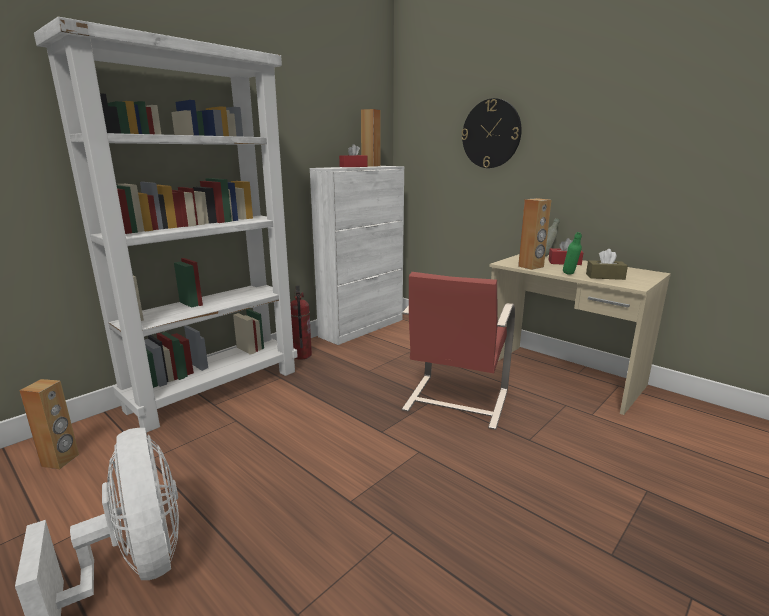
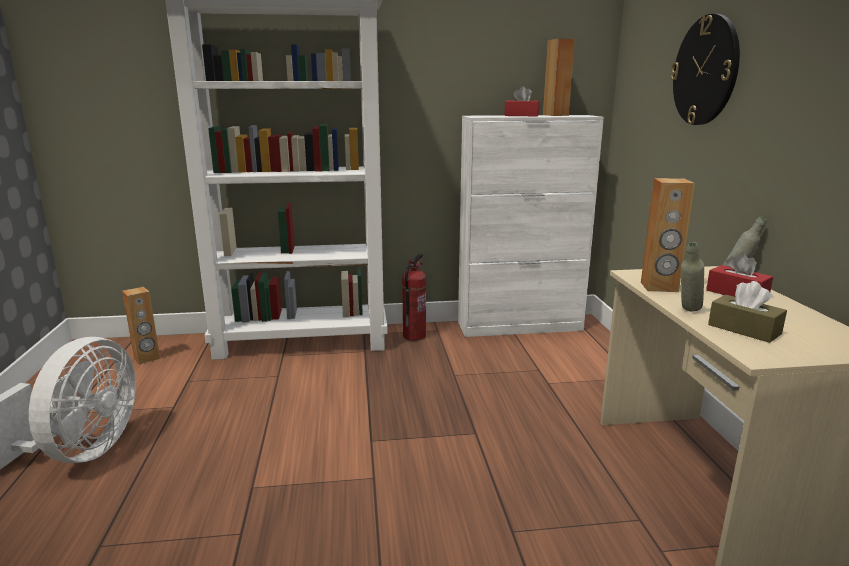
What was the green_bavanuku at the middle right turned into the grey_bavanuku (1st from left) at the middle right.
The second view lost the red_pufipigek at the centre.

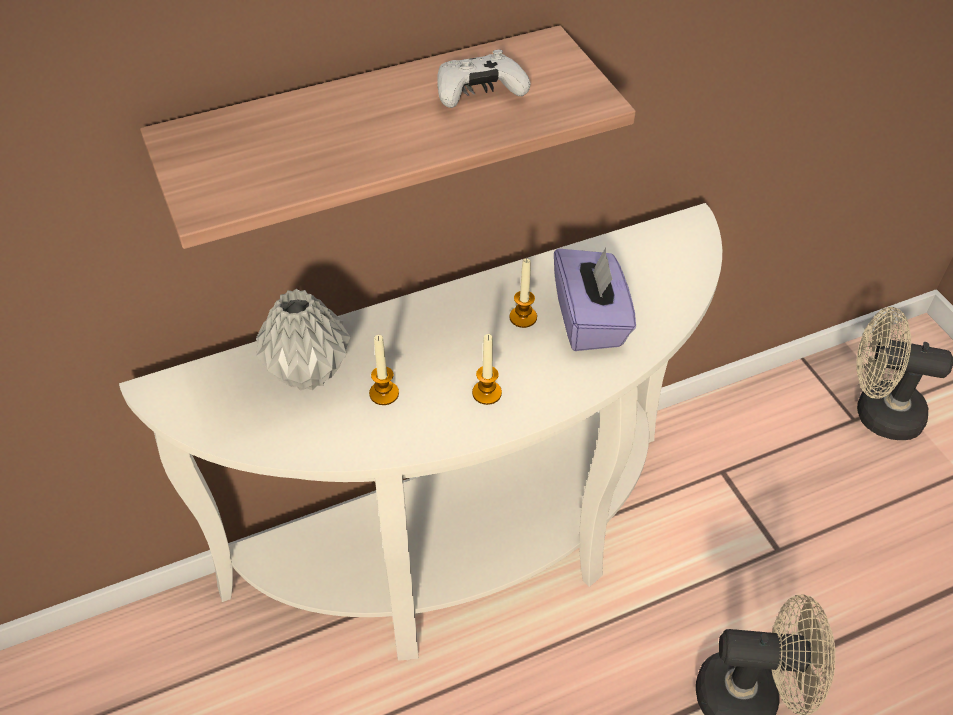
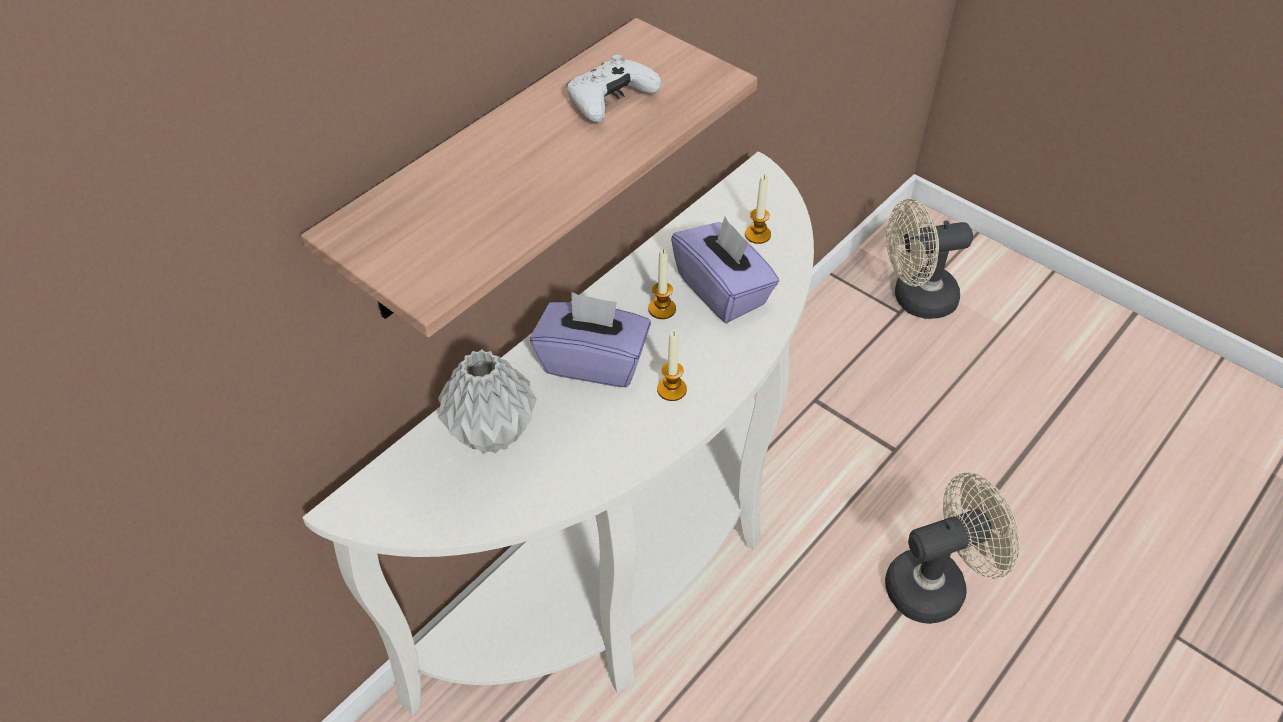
The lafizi (1st from left in the first image) ended up elsewhere, having gone from the centre to the top centre.
The second view gained the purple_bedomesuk (1st from left) at the centre.

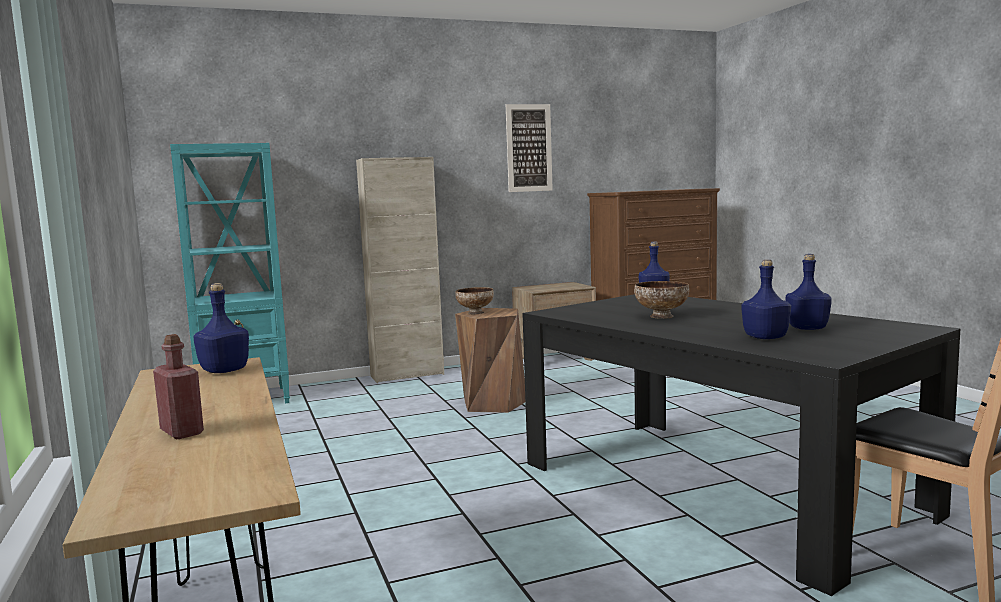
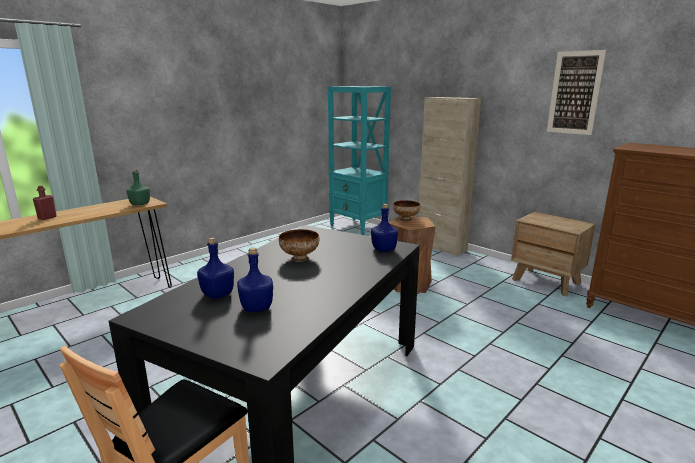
What was the blue_bavanuku (1st from left) at the middle left turned into the green_bavanuku at the middle left.

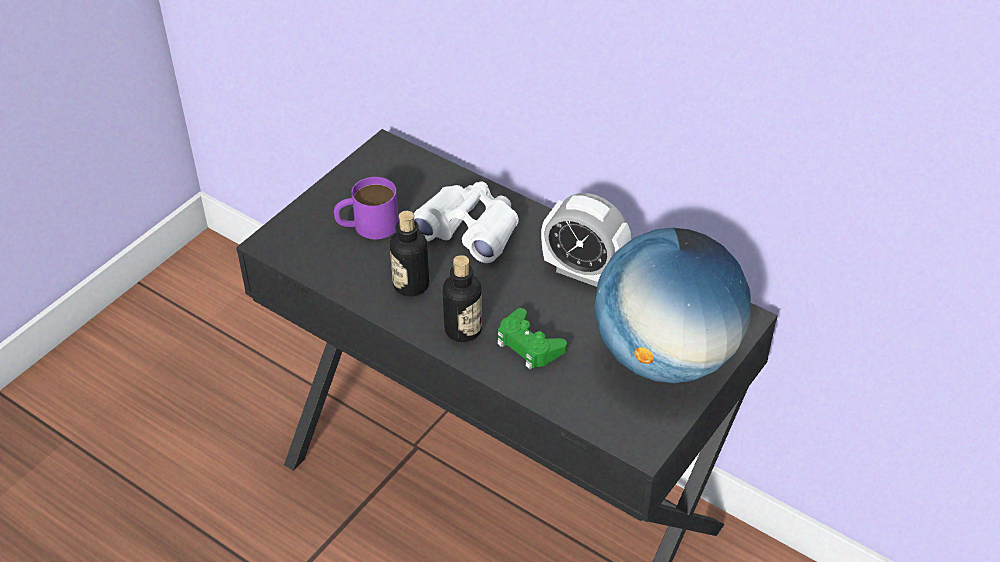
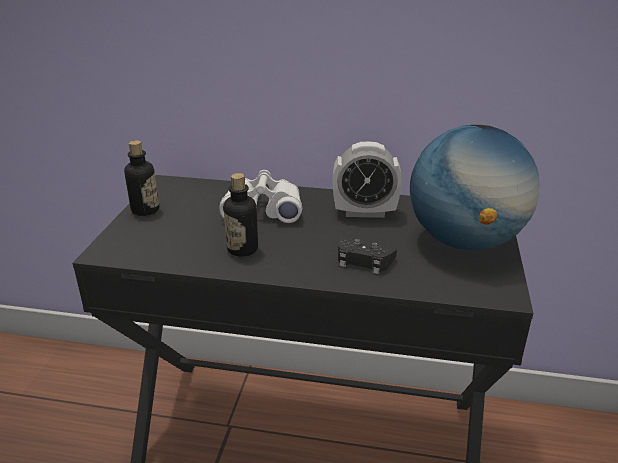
The second view lost the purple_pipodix at the centre.
The bavanuku (2nd from left in the first image) ended up elsewhere, having gone from the centre to the middle left.
What was the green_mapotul at the centre turned into the black_mapotul at the centre.

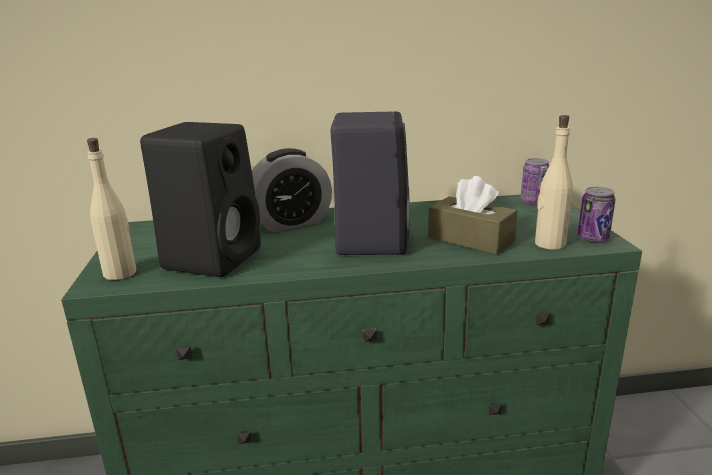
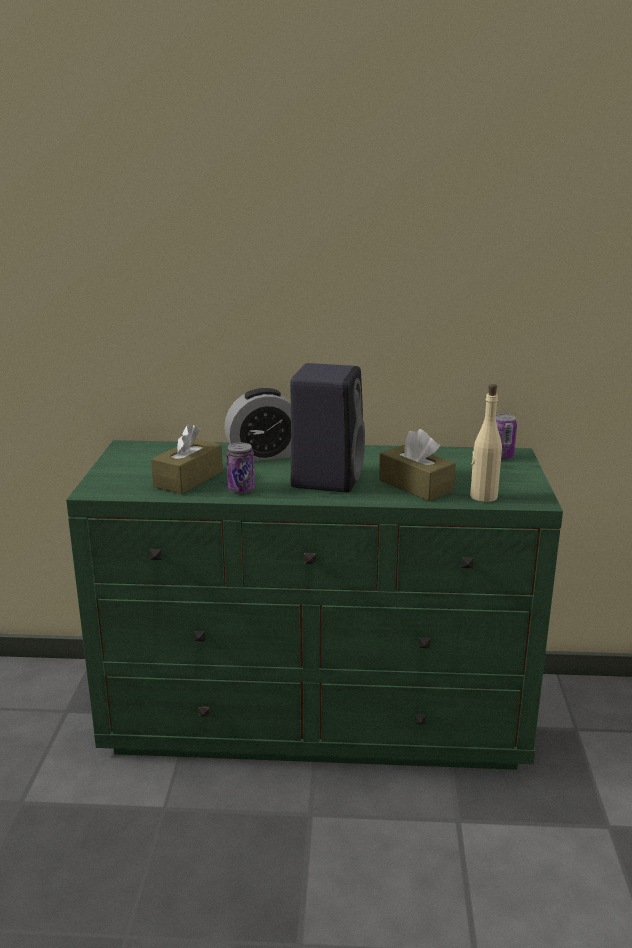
Where the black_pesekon (1st from left) stood at the middle left, the brown_bedomesuk (1st from left) came to stand at the middle left.
The second view lost the beige_bavanuku (1st from left) at the middle left.
The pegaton (2nd from left in the first image) ended up elsewhere, having gone from the middle right to the centre.

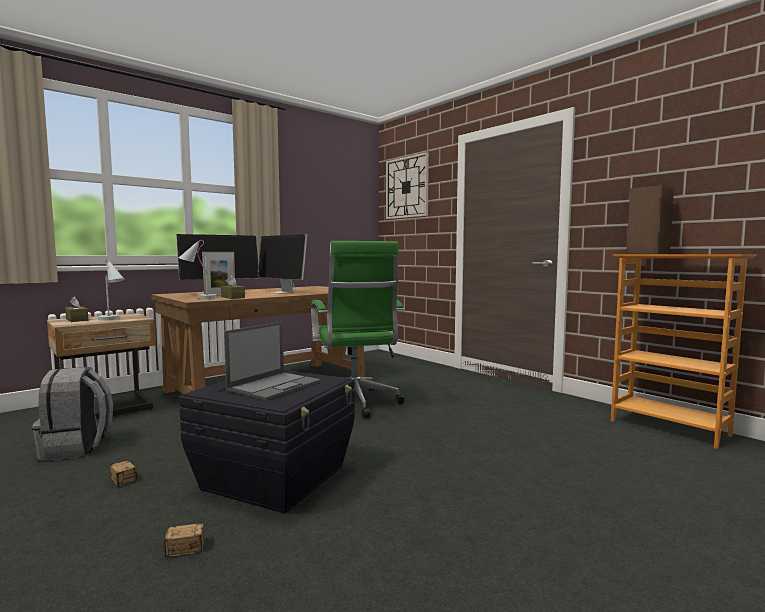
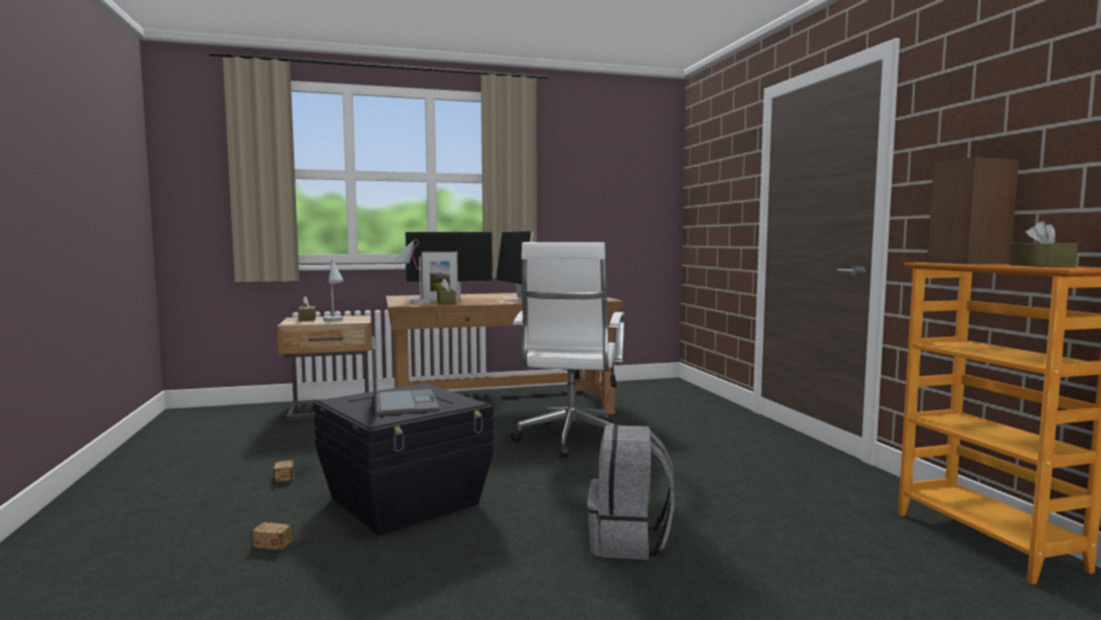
The second view lost the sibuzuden at the top centre.
What was the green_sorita at the centre turned into the white_sorita at the centre.
The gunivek at the centre ended up facing another way, 75 degrees counterclockwise from before.
The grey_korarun ended up elsewhere, having gone from the bottom left to the bottom centre.
The second view gained the brown_bedomesuk (3rd from left) at the middle right.

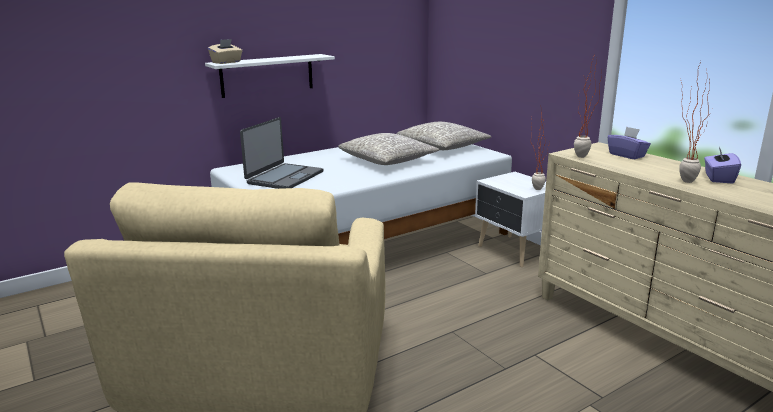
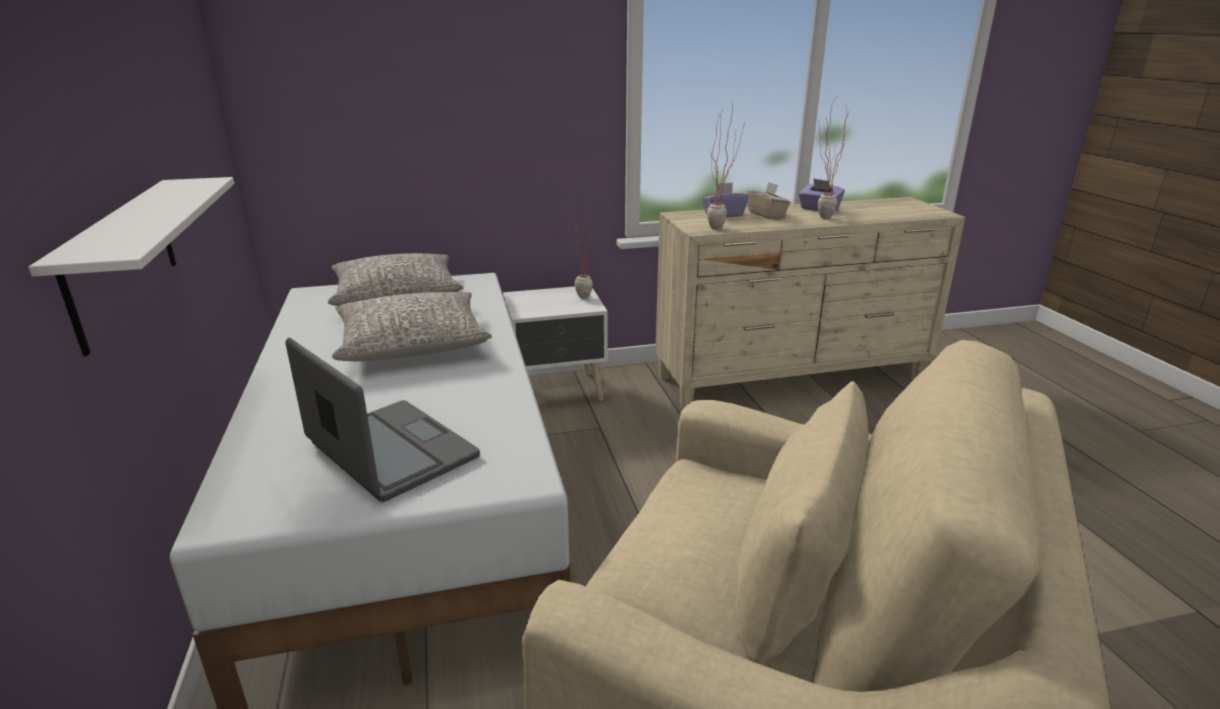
The beige_bedomesuk ended up elsewhere, having gone from the top left to the top centre.

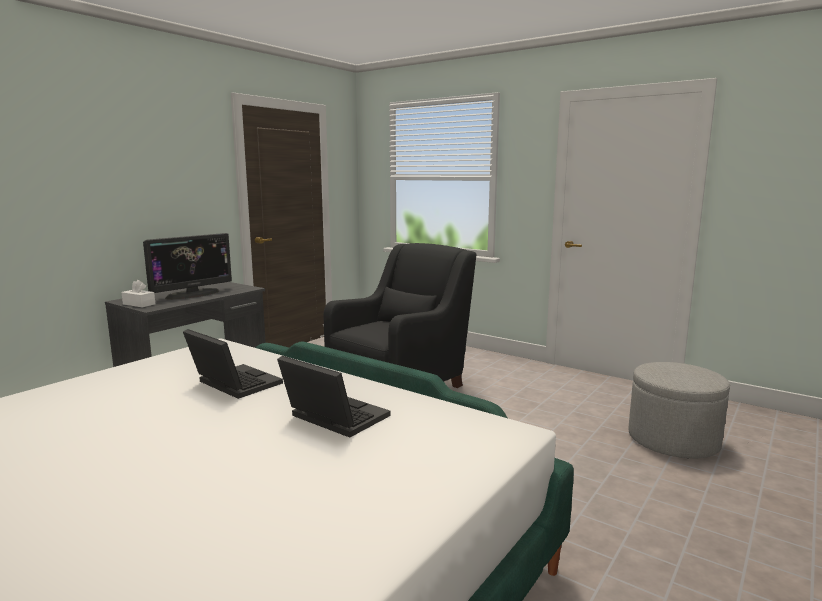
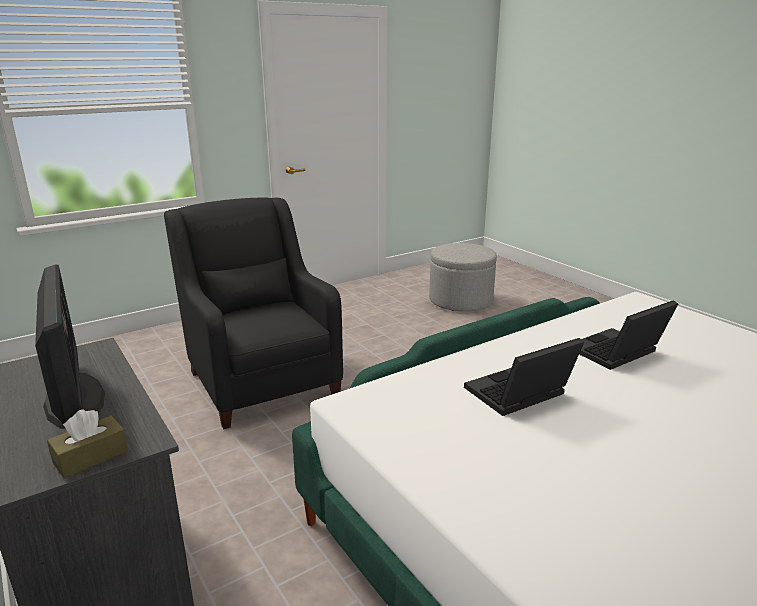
What was the white_bedomesuk at the middle left turned into the brown_bedomesuk at the bottom left.

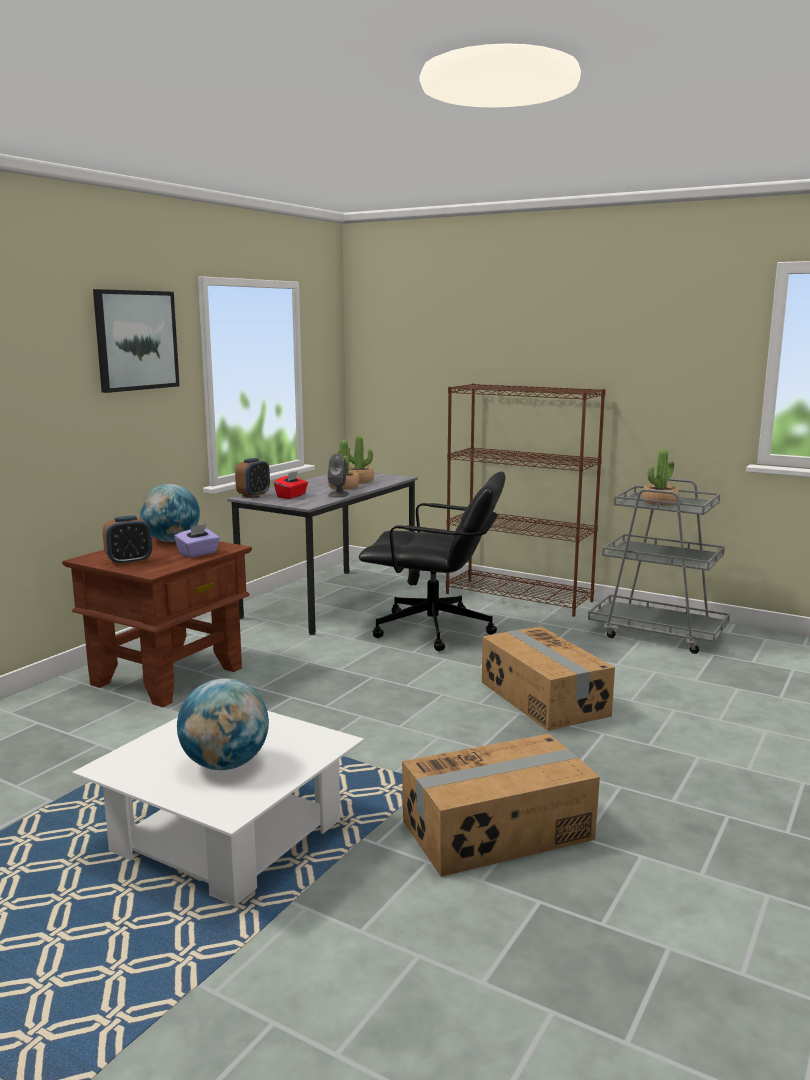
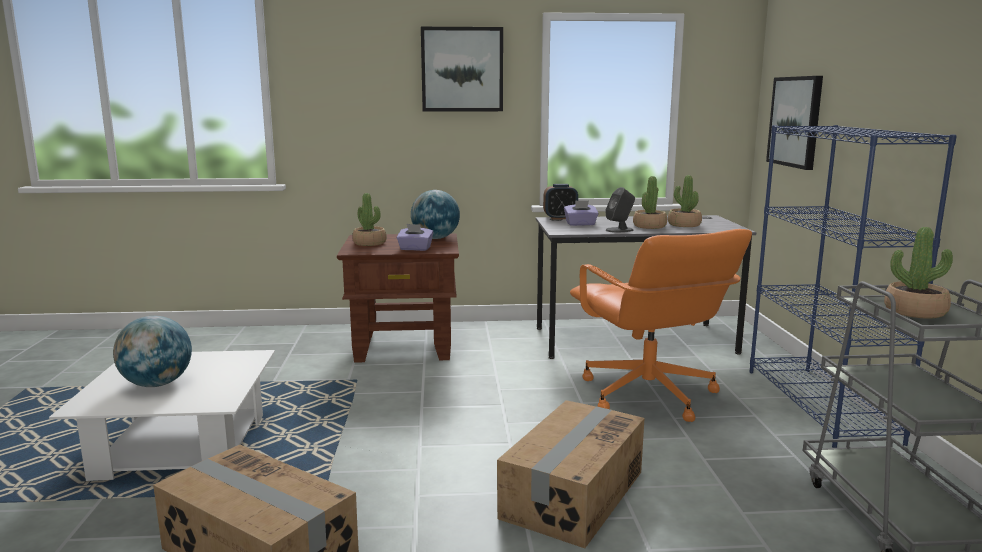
What was the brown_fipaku at the centre turned into the blue_fipaku at the middle right.
What was the red_bedomesuk at the centre turned into the purple_bedomesuk (2nd from left) at the centre.
What was the black_sorita at the centre turned into the orange_sorita at the middle right.
Where the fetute (1st from left) stood at the middle left, the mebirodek (1st from left) came to stand at the centre.
The second view gained the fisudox (2nd from left) at the top right.

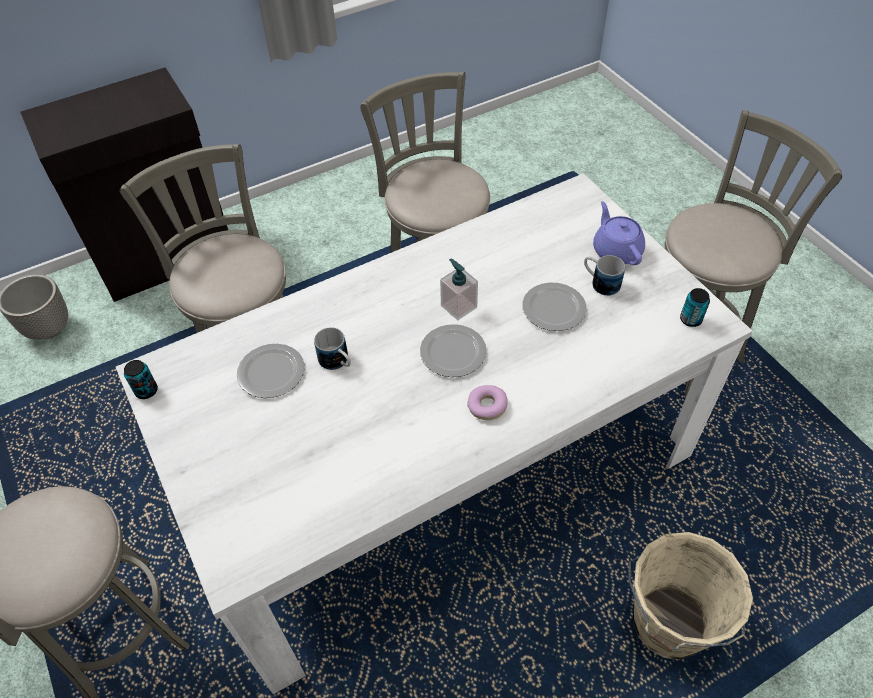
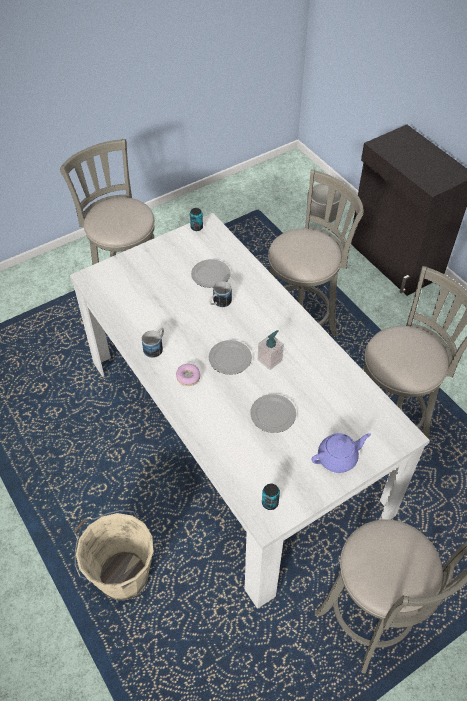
The pipodix (2nd from left in the first image) ended up elsewhere, having gone from the middle right to the middle left.

